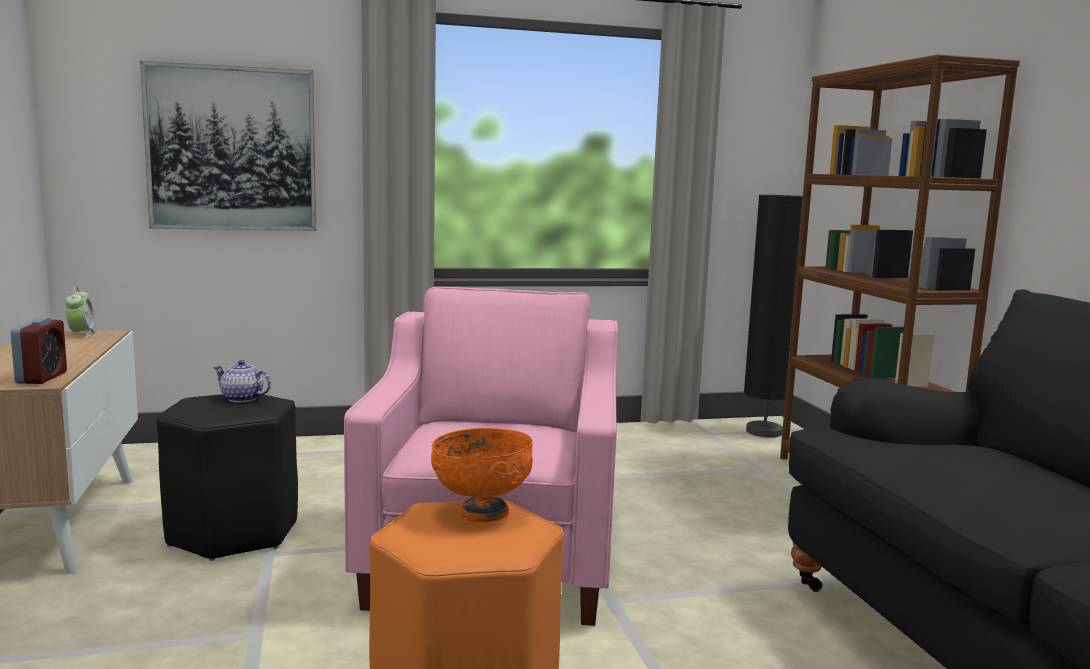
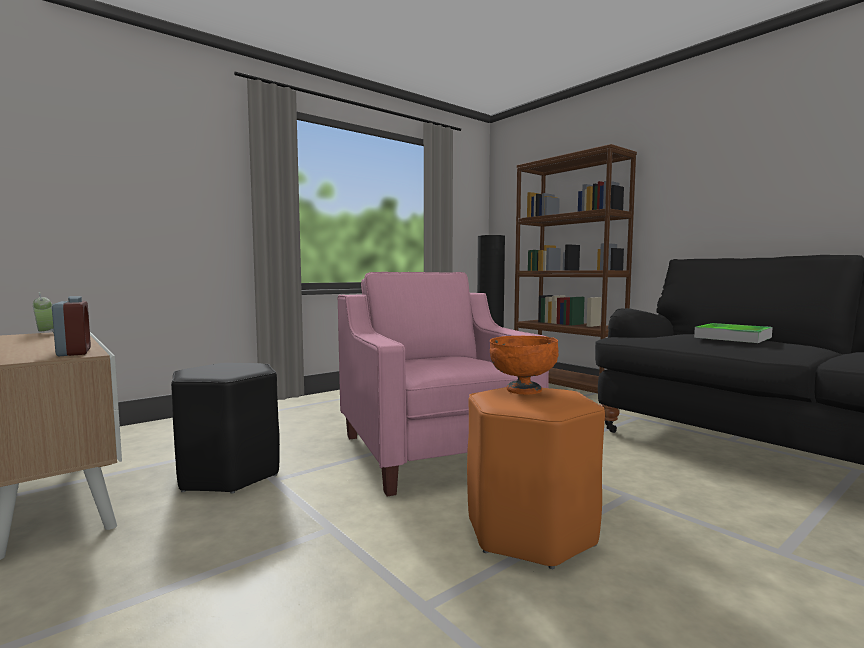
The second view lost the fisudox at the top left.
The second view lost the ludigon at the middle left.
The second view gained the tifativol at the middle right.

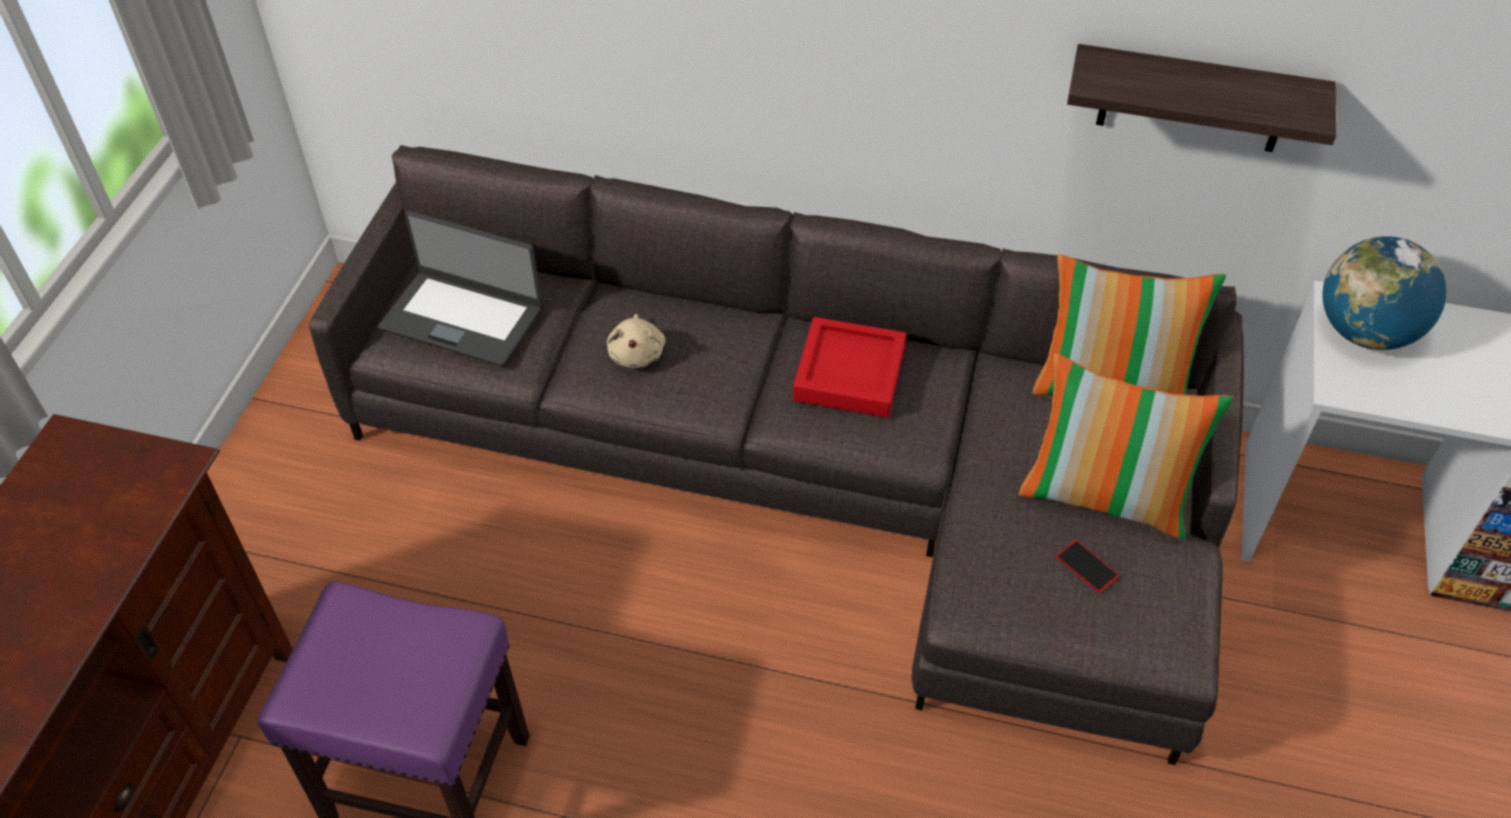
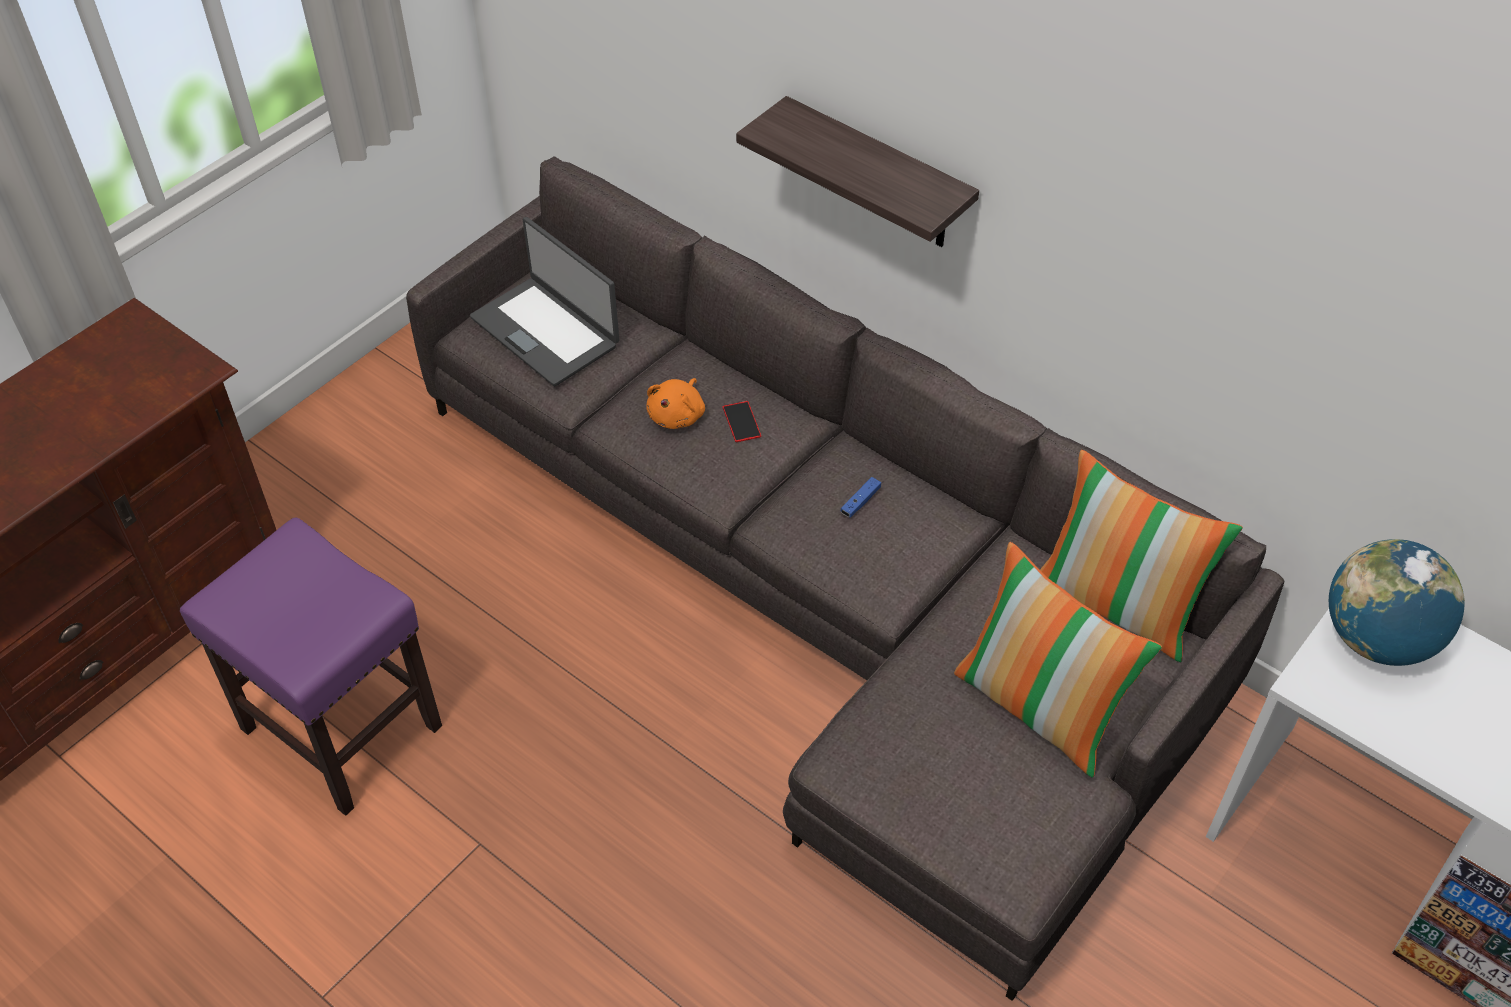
The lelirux ended up elsewhere, having gone from the top right to the top centre.
What was the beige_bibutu at the centre turned into the orange_bibutu at the centre.
Where the red_tifativol stood at the centre, the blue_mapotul came to stand at the centre.
The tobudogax ended up elsewhere, having gone from the bottom right to the centre.

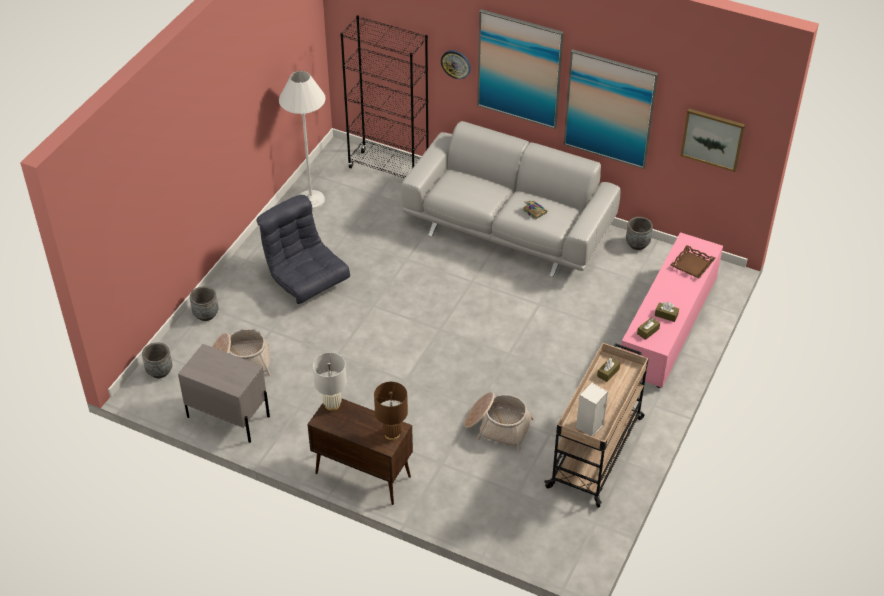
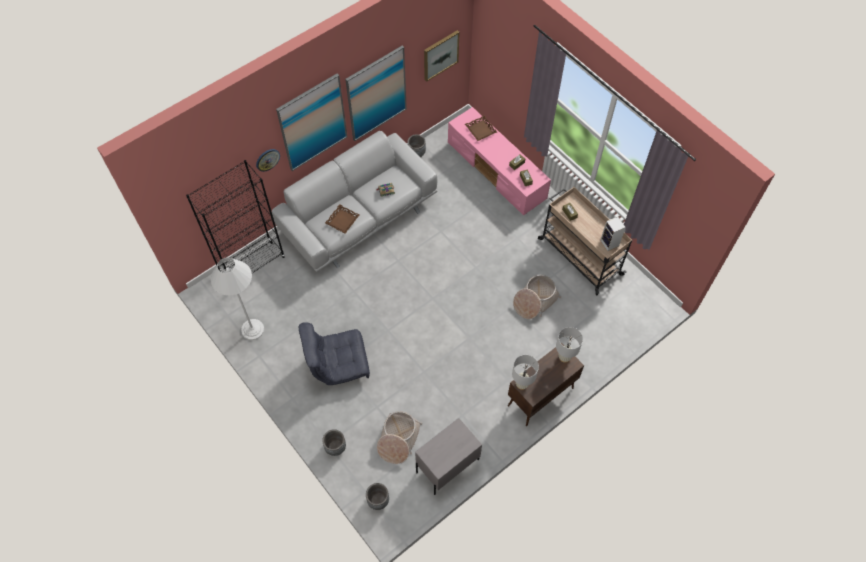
What was the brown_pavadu at the bottom centre turned into the white_pavadu (2nd from left) at the centre.
The second view gained the brown_tifativol (1st from left) at the centre.

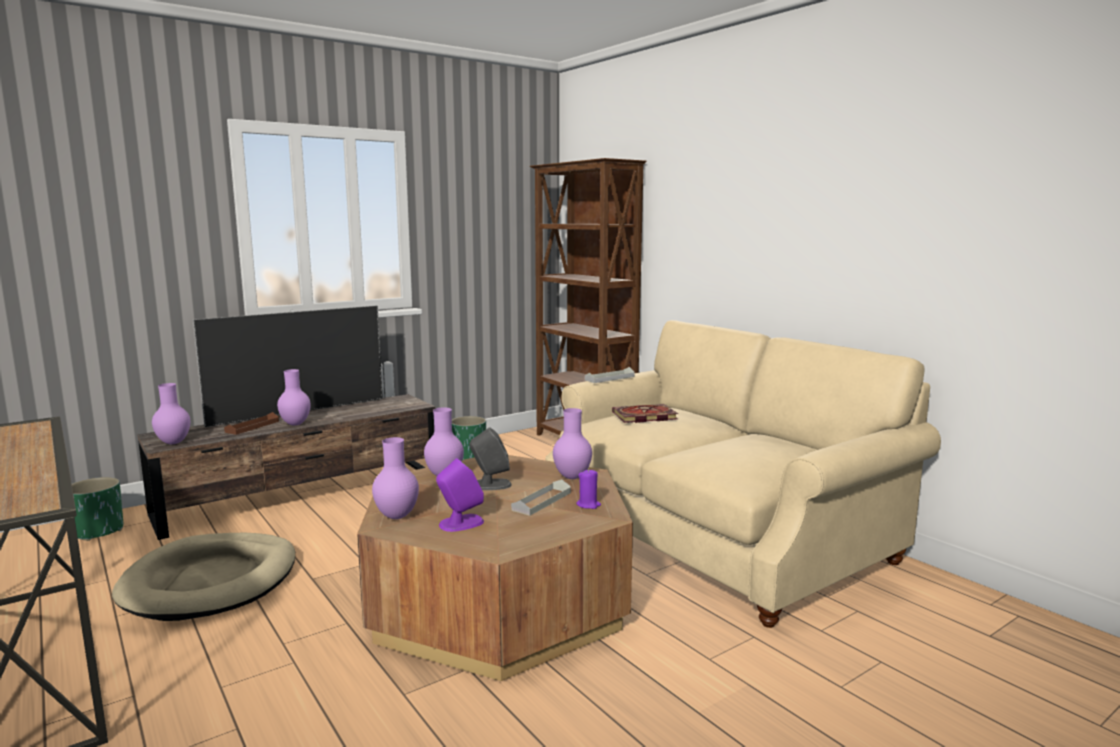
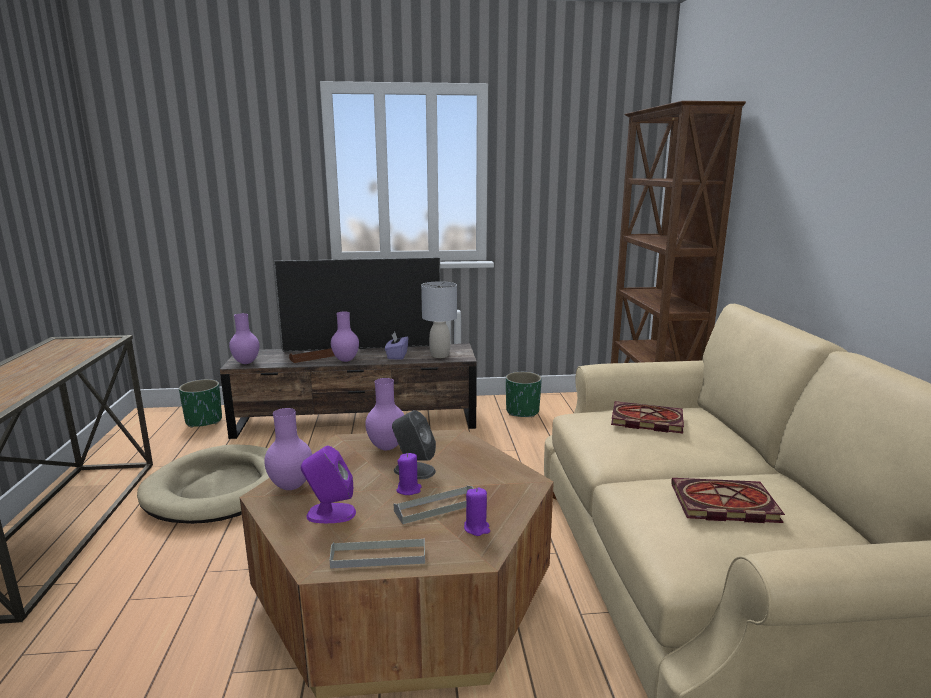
The grey_tifativol (2nd from left in the first image) ended up elsewhere, having gone from the centre to the bottom centre.
The second view lost the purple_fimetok (5th from left) at the centre.
The second view gained the grey_pavadu at the centre.
The second view gained the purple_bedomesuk at the centre.
The second view gained the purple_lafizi (1st from left) at the bottom centre.
The second view gained the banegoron (2nd from left) at the bottom right.

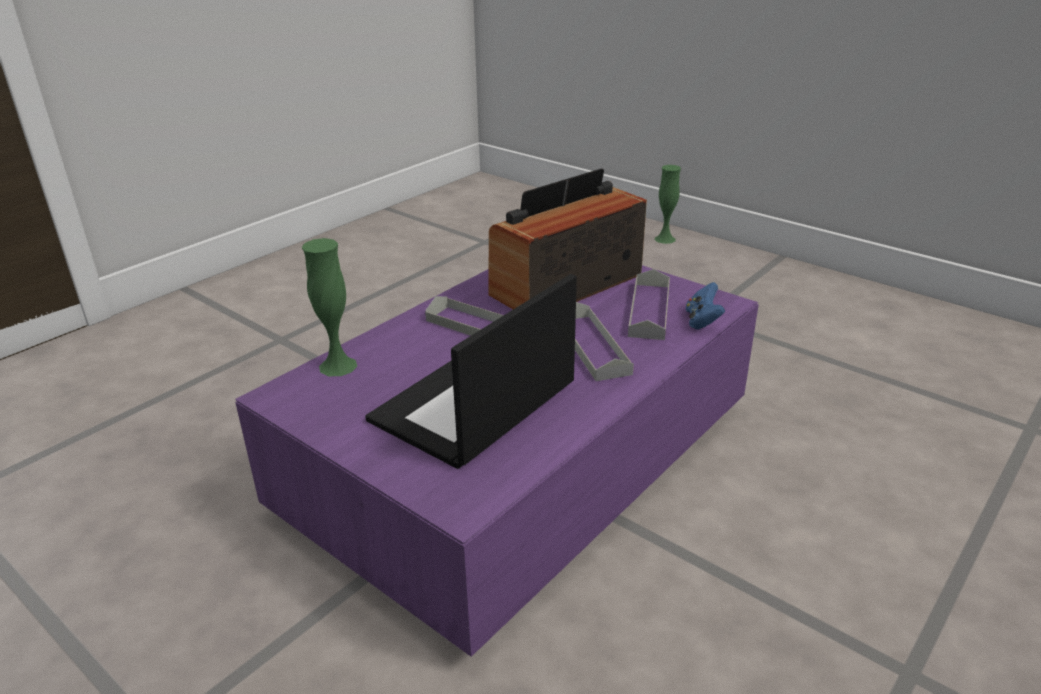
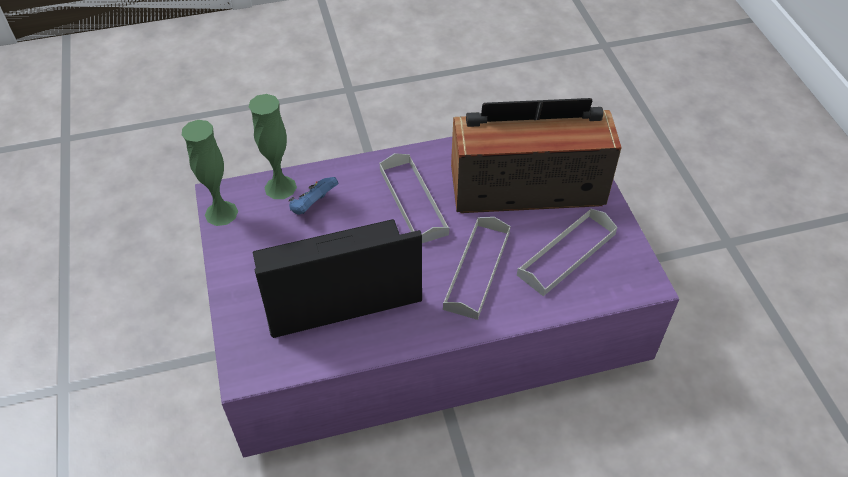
The green_fimetok (2nd from left in the first image) ended up elsewhere, having gone from the top centre to the middle left.
The blue_mapotul ended up elsewhere, having gone from the middle right to the centre.

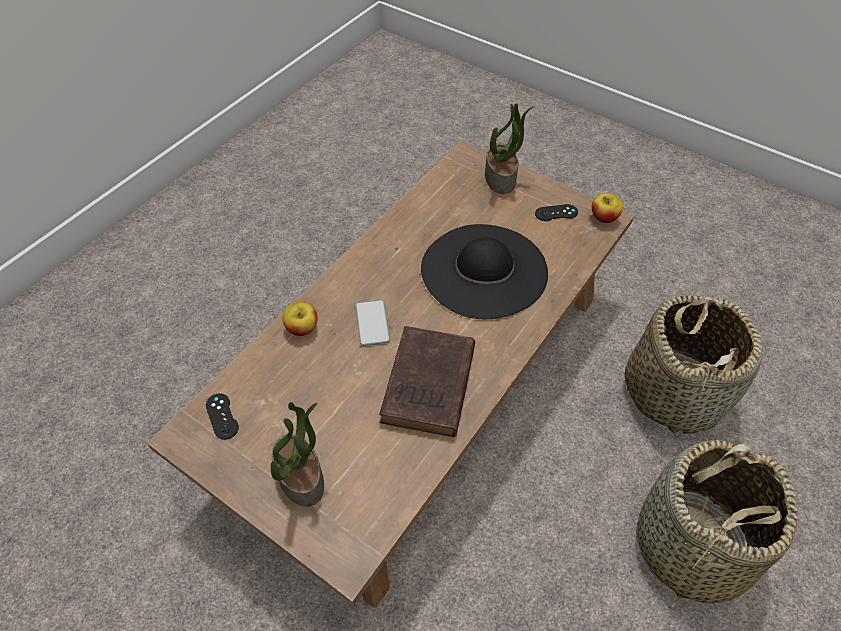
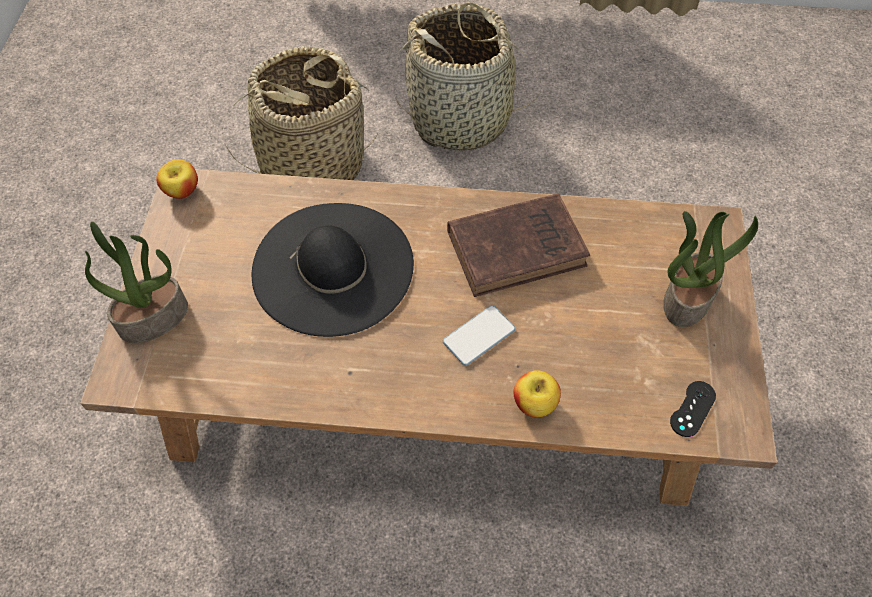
The second view lost the black_mapotul (2nd from left) at the centre.

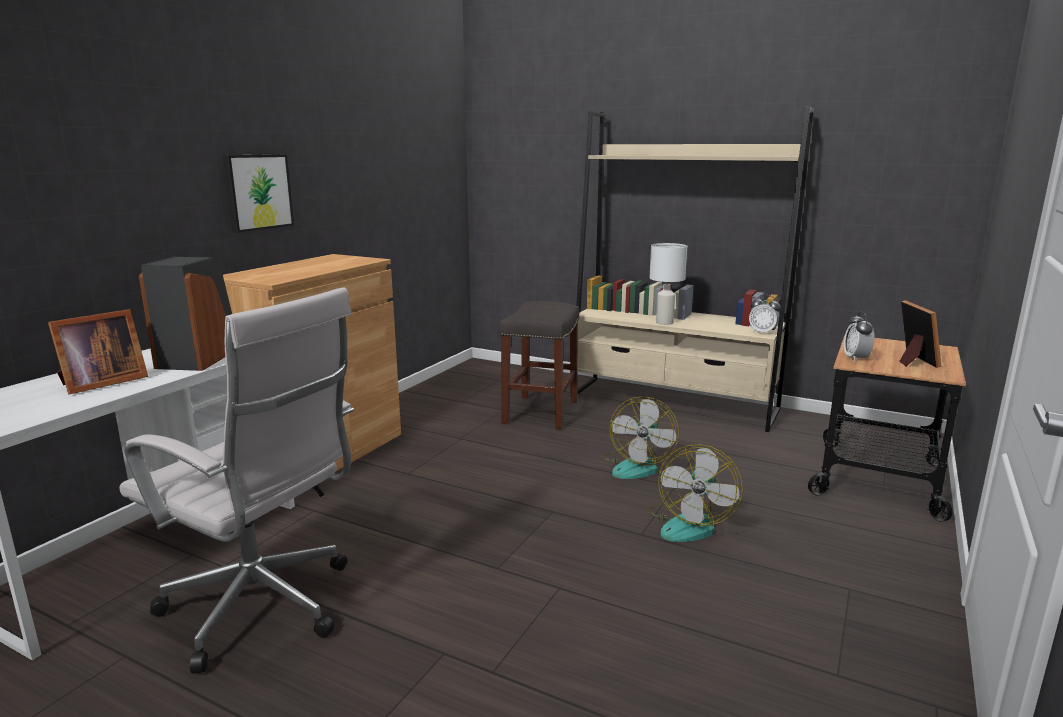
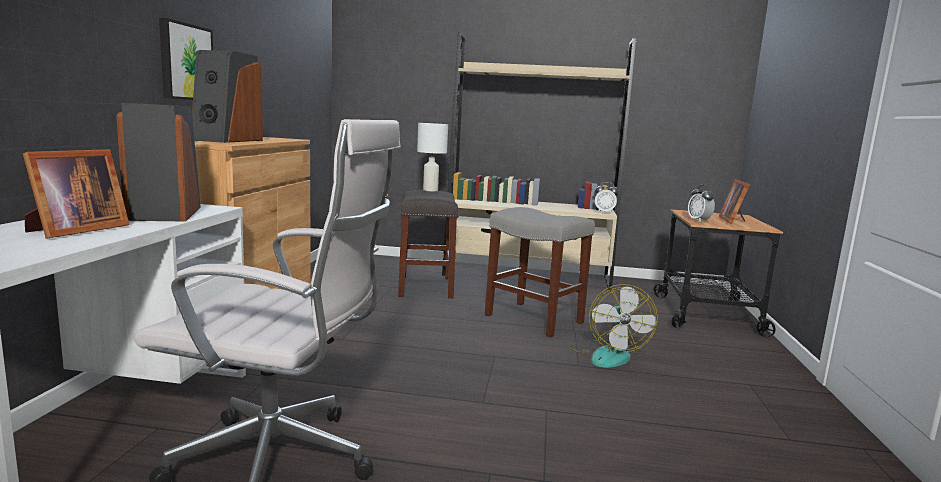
The white_pavadu ended up elsewhere, having gone from the centre to the top centre.
The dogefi (2nd from left) at the middle right ended up facing another way, 150 degrees counterclockwise from before.
Where the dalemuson (1st from left) stood at the centre, the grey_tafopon (2nd from left) came to stand at the centre.
The second view gained the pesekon (2nd from left) at the top left.

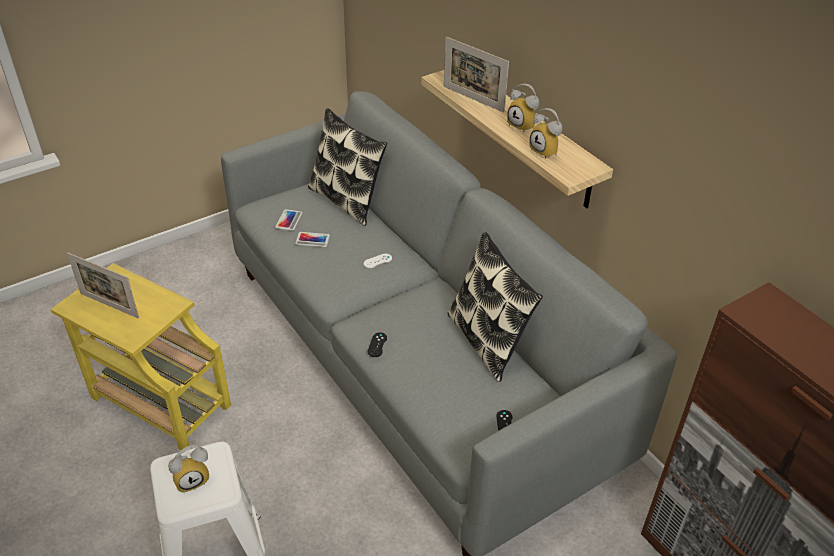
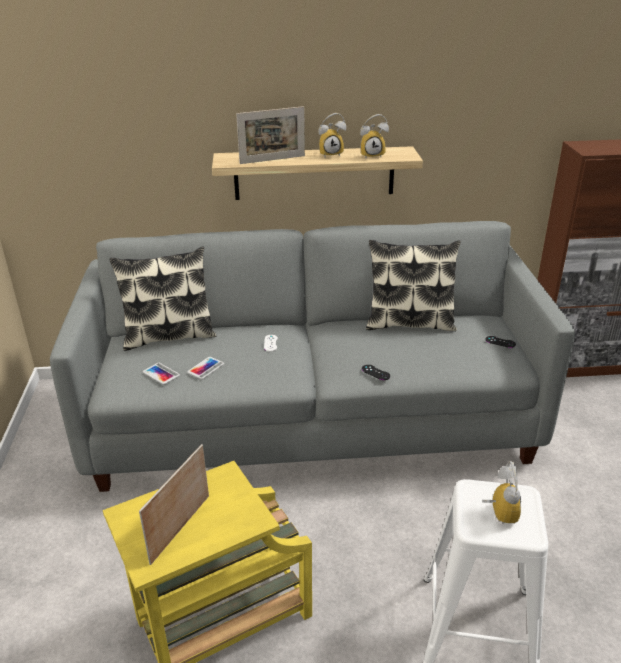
The dogefi (1st from left) at the middle left ended up facing another way, 150 degrees clockwise from before.

